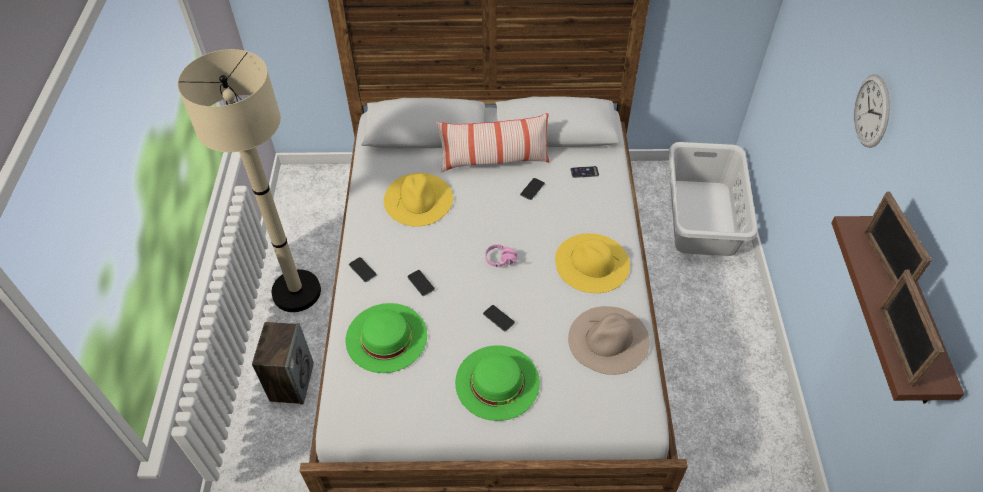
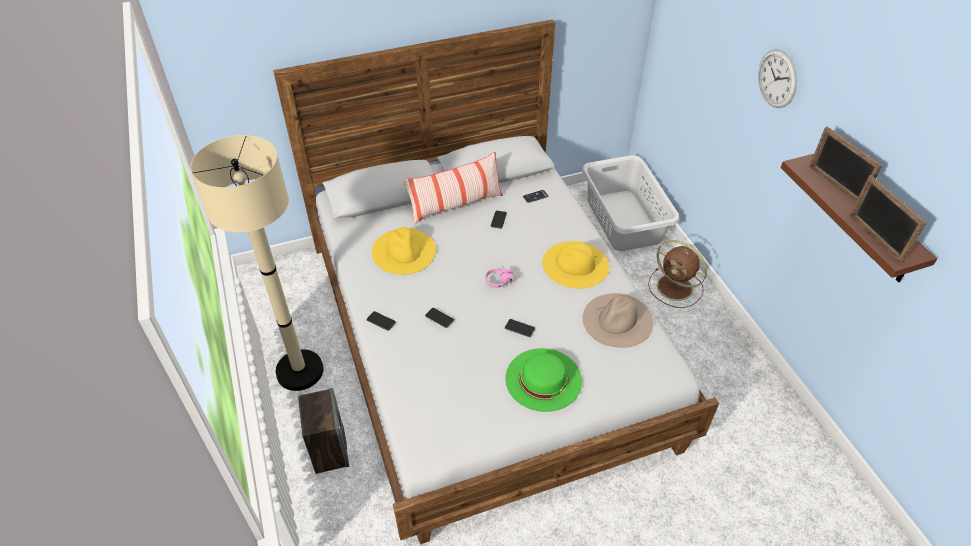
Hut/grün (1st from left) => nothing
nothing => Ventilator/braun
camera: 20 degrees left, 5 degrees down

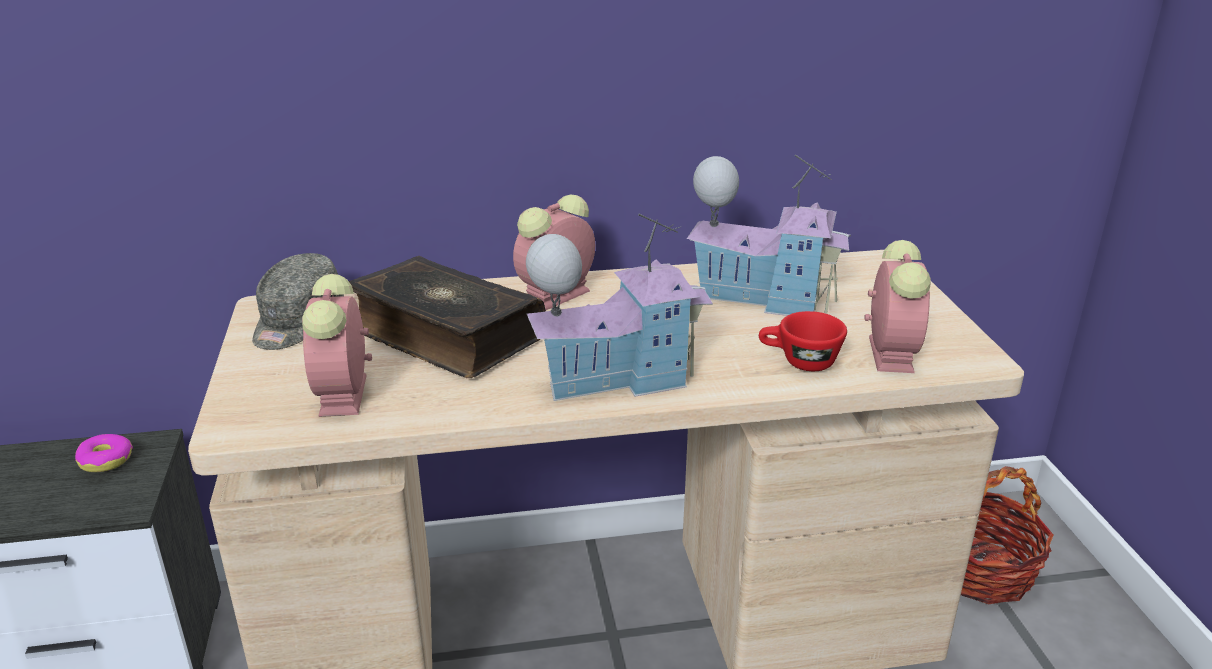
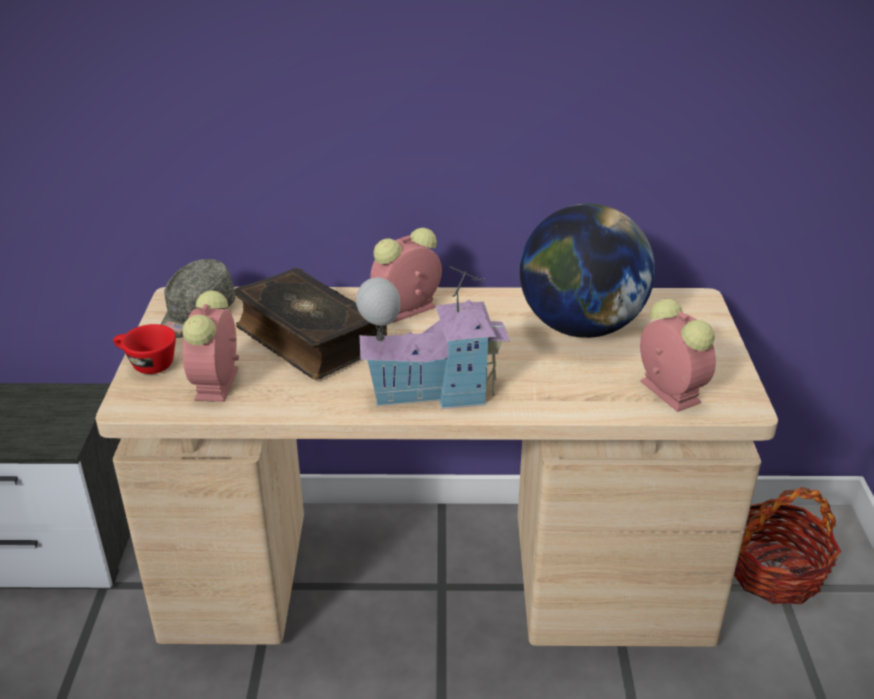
Spielzeughaus (2nd from left) => Globus
Wecker (3rd from left), 45 degrees counterclockwise
Tasse/rot, moved
Donut => nothing
camera: 10 degrees right, 5 degrees up

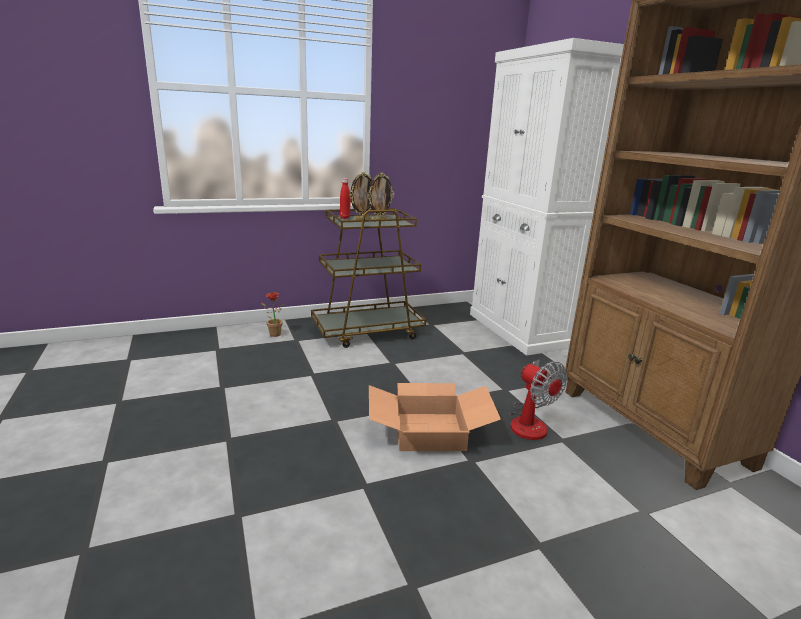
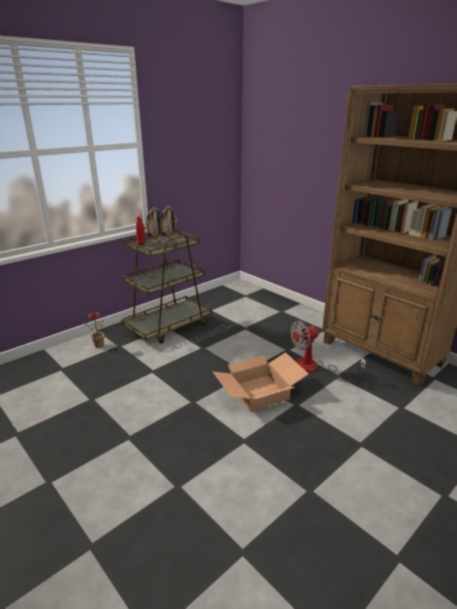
Schrank/weiß => nothing
Ventilator, 120 degrees clockwise
camera: 20 degrees left, 5 degrees up

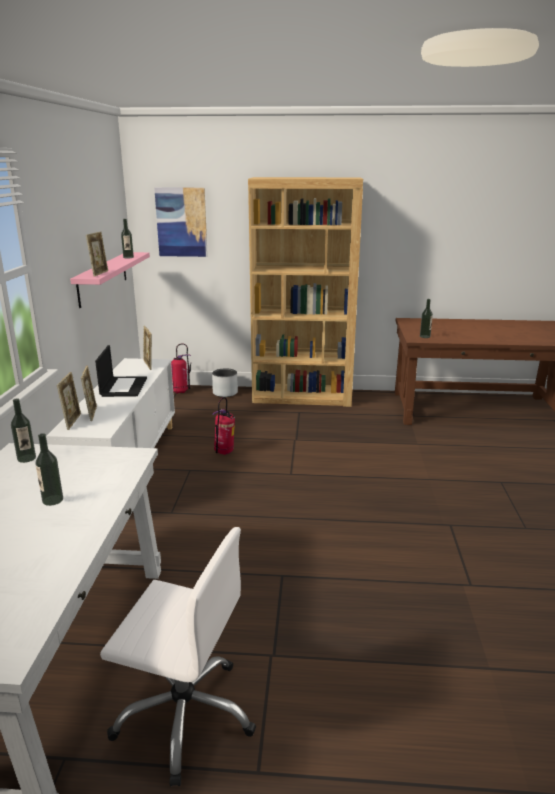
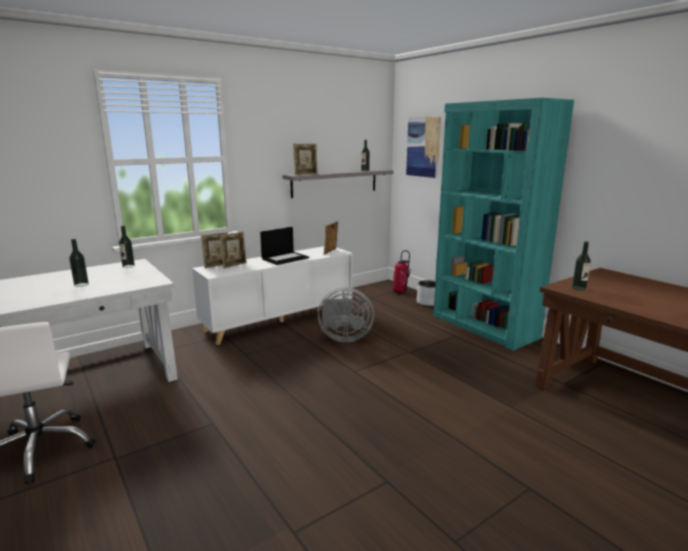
Bücherregal/braun => Bücherregal/türkis
Wandregal/rosa => Wandregal/grau
Feuerlöscher (2nd from left) => Ventilator/grau
camera: 50 degrees right, 5 degrees down

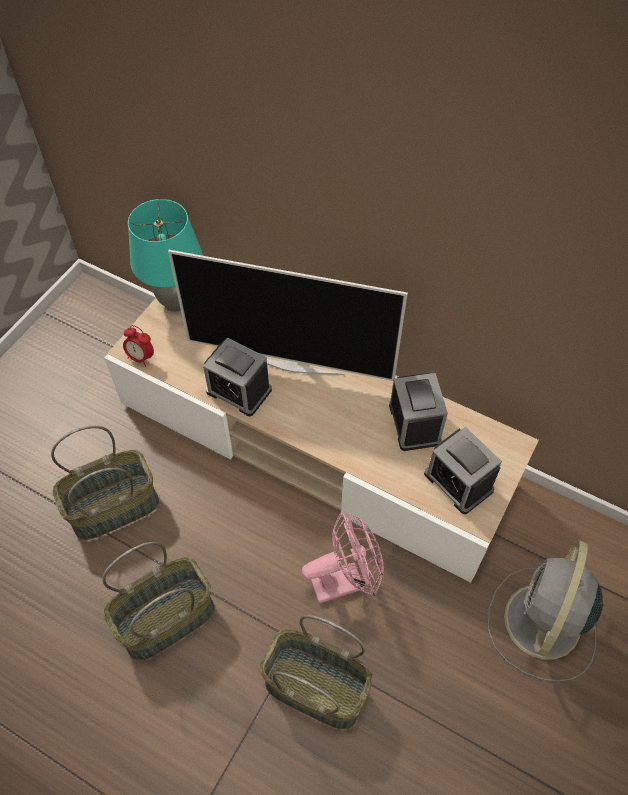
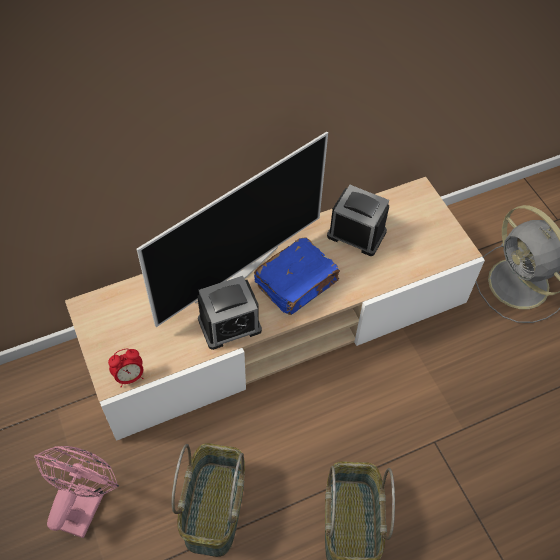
Tischlampe/türkis => nothing
Wecker (4th from left) => nothing
Ventilator/rosa, moved
Korb (3rd from left) => nothing
nothing => Buch/blau
camera: 55 degrees left, 0 degrees up

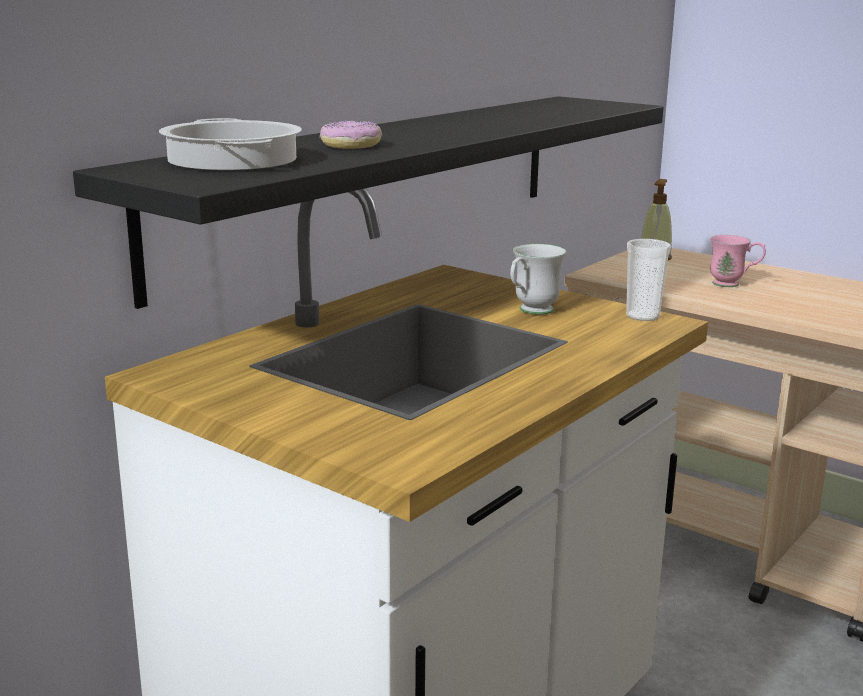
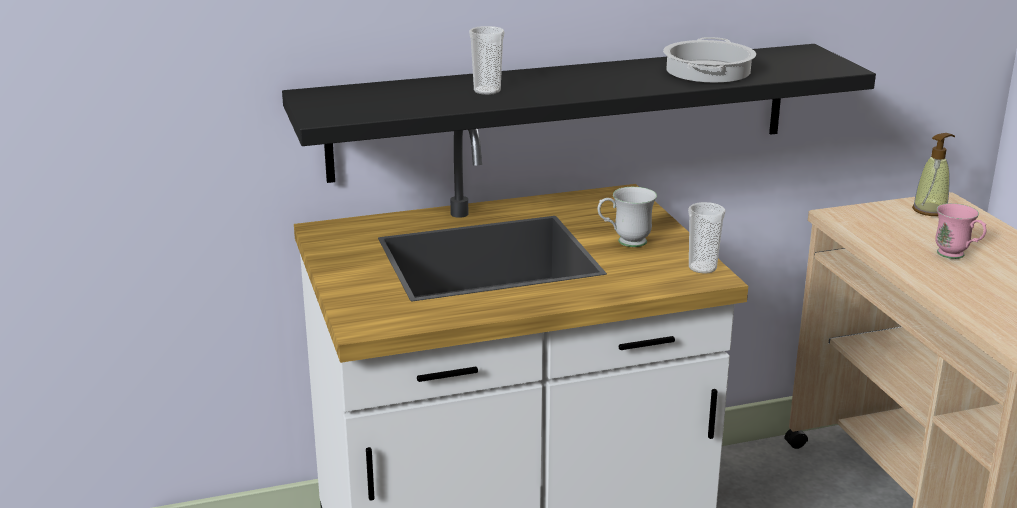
Kochtopf, moved
Donut => Tasse (1st from left)
camera: 35 degrees right, 5 degrees up

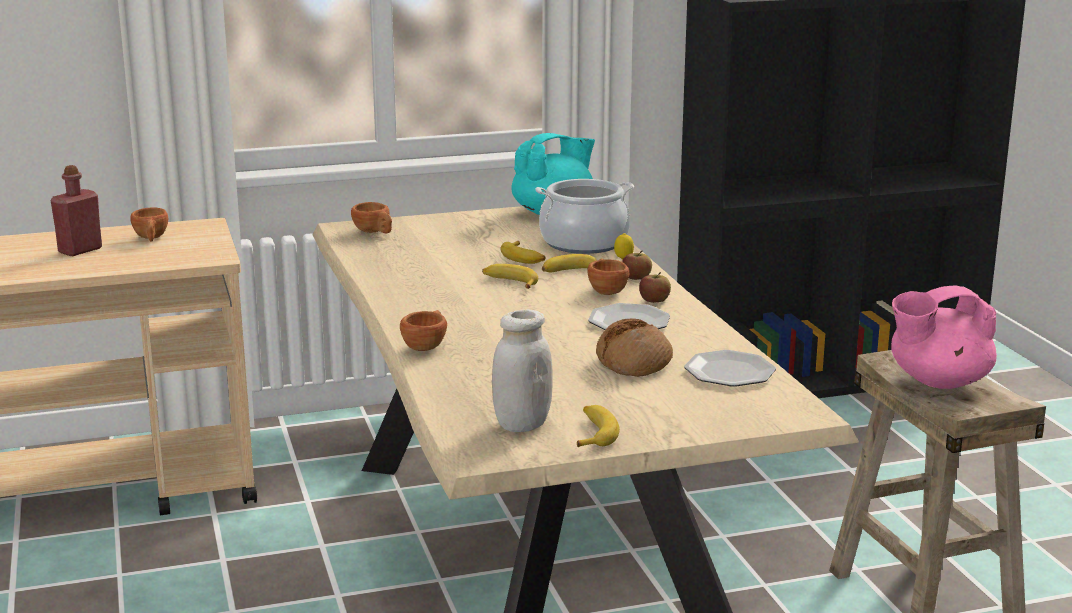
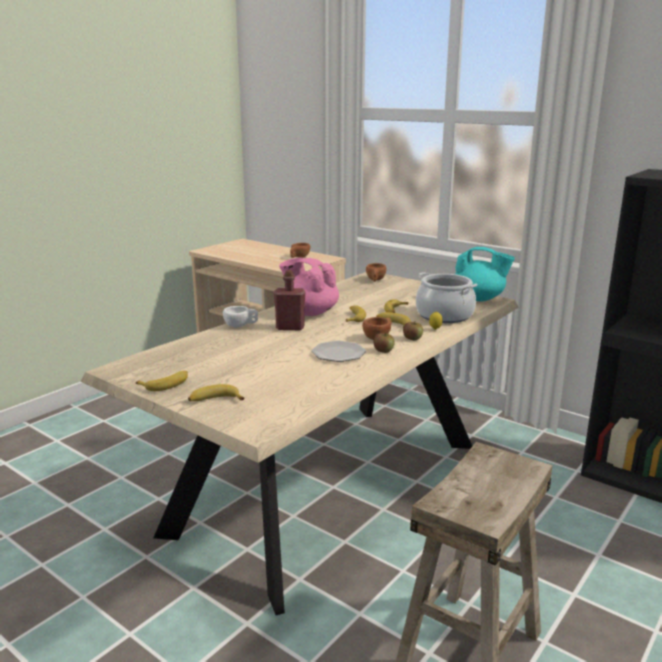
Flasche/rot, moved
Teekanne/rosa, moved
Tasse/braun (3rd from left) => Tasse/weiß
Vorratsglas/weiß => nothing
Brot => nothing
Teller (2nd from left) => nothing
nothing => Banane (2nd from left)
camera: 55 degrees right, 0 degrees up

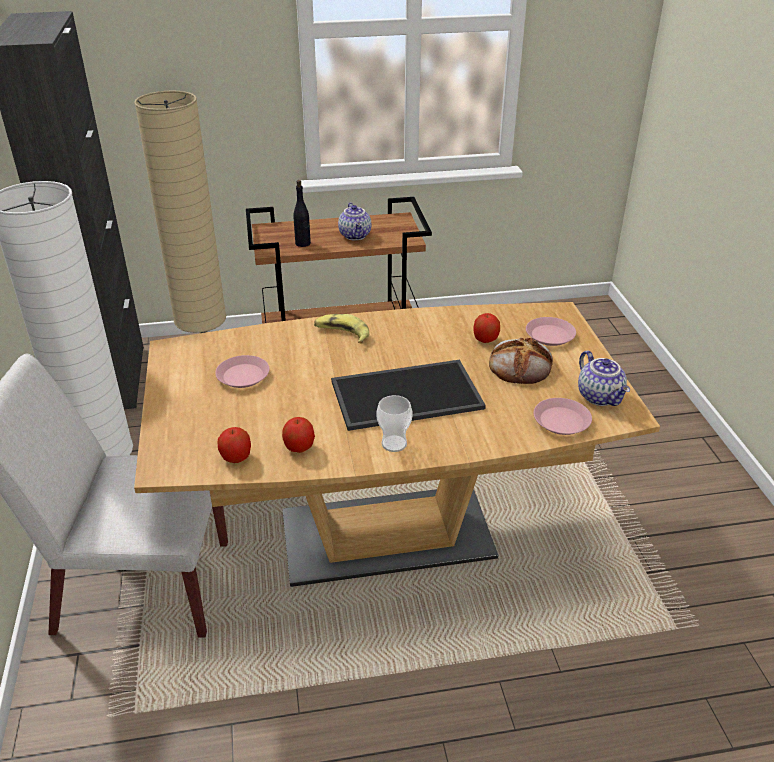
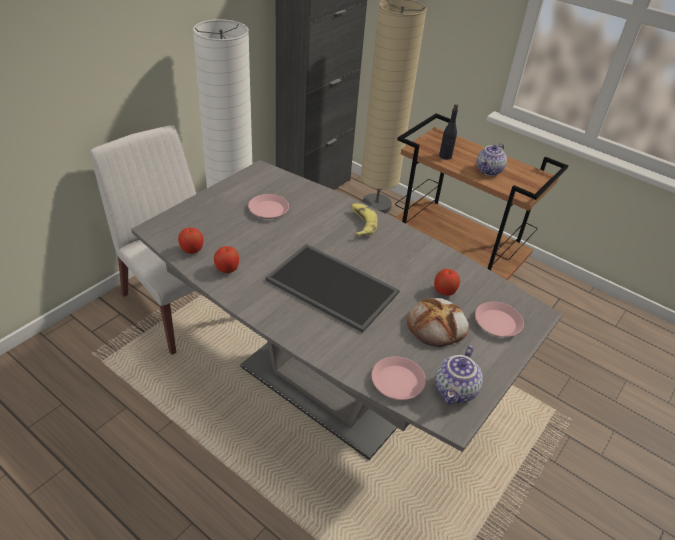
Esstisch/braun => Esstisch/grau
Tasse => nothing
camera: 45 degrees right, 5 degrees up

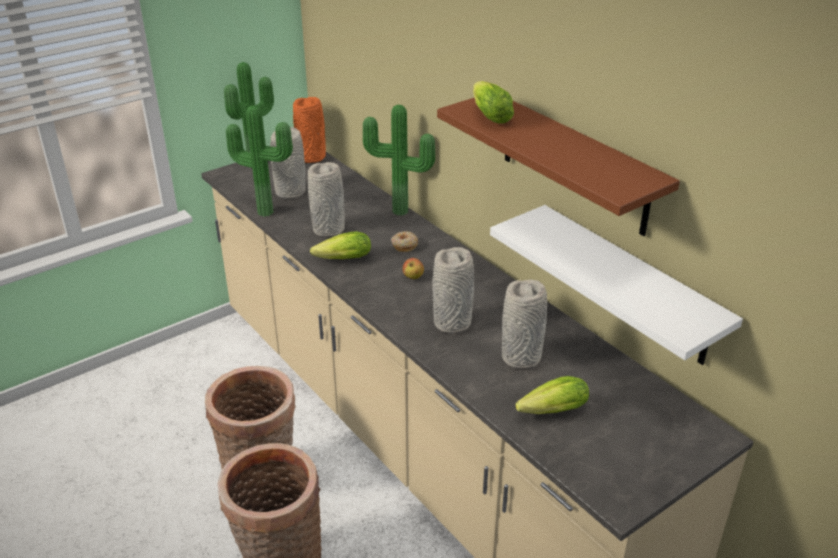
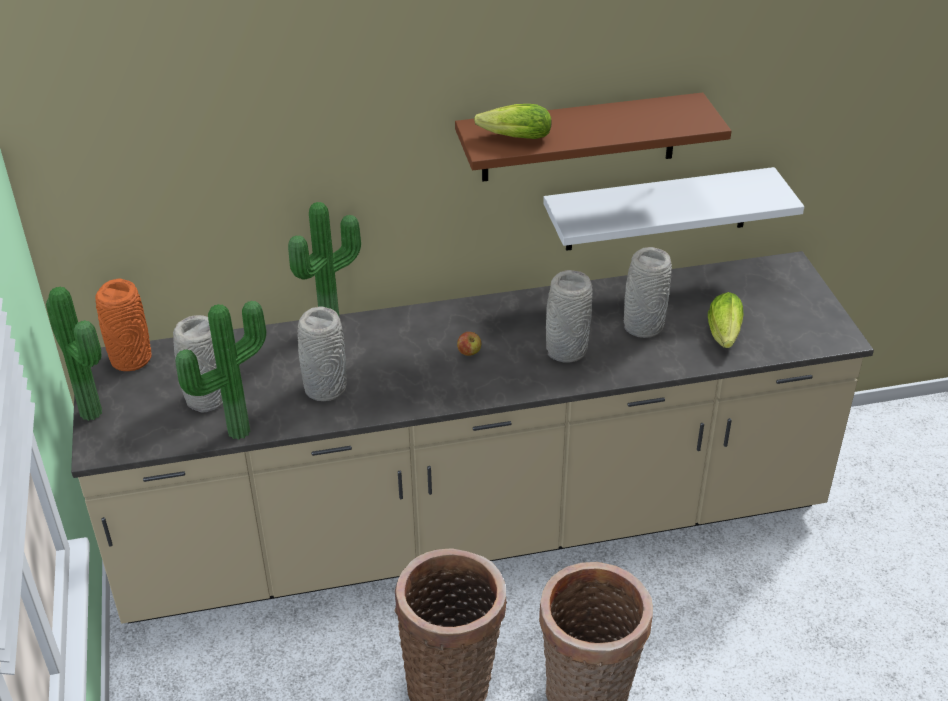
Salatkopf (1st from left) => nothing
Donut => nothing
camera: 65 degrees left, 5 degrees up

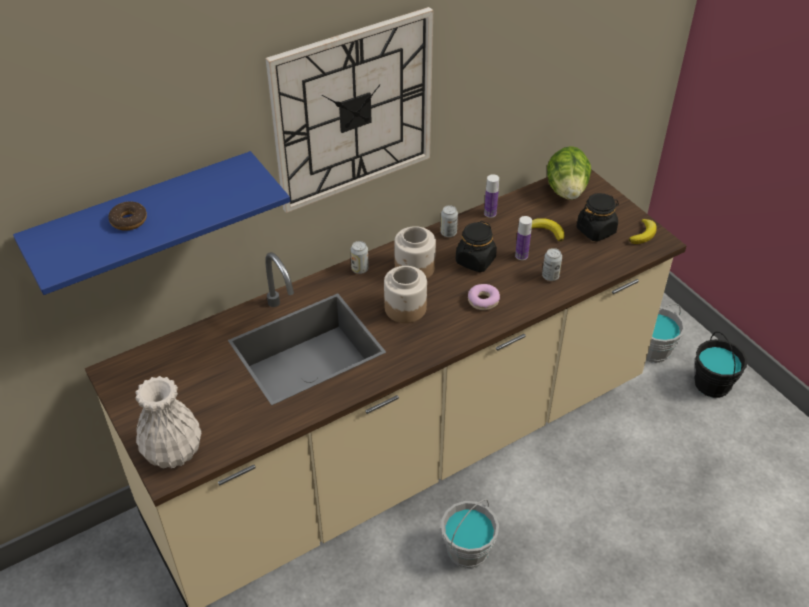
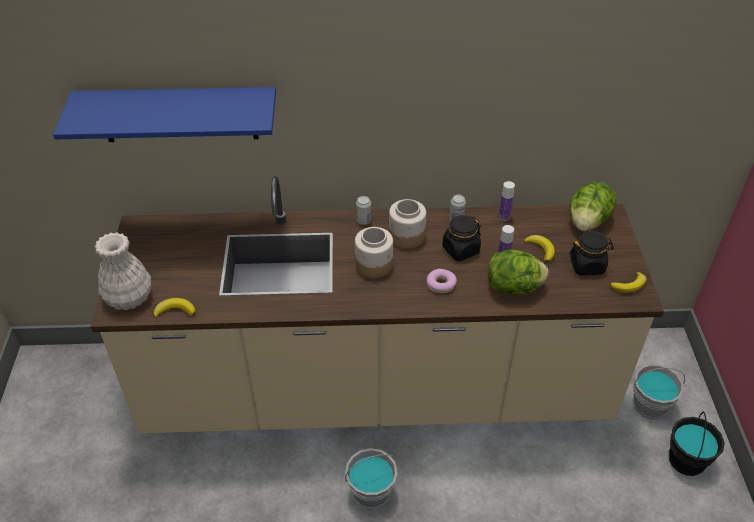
Wanduhr => nothing
Donut (1st from left) => nothing
Dose (3rd from left) => Salatkopf (1st from left)
nothing => Banane (1st from left)
camera: 30 degrees right, 0 degrees up

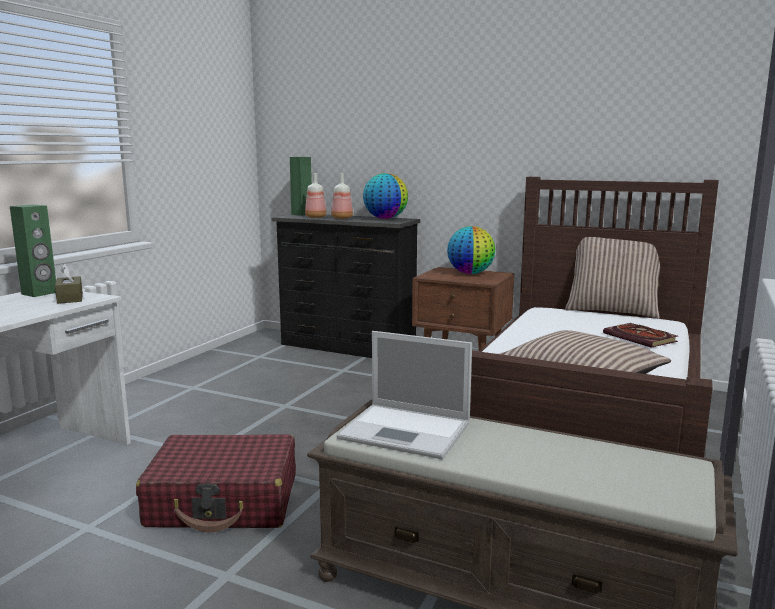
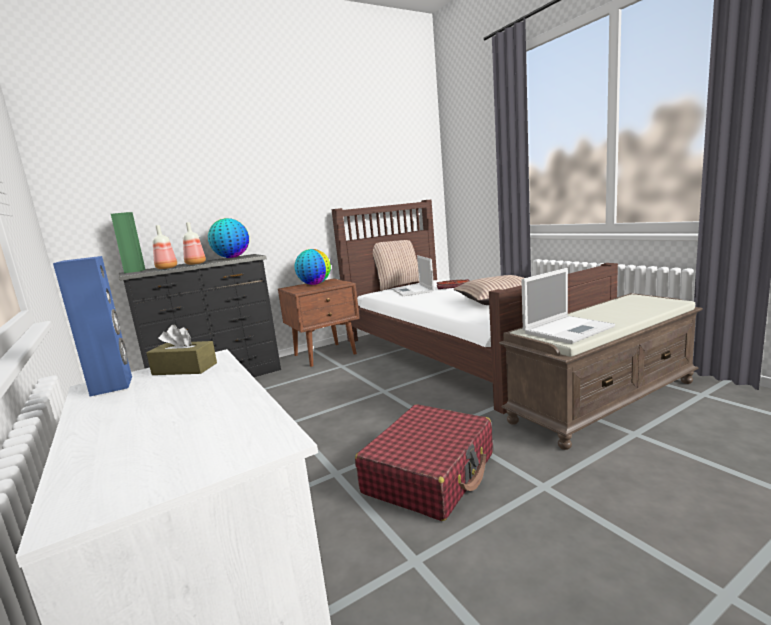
Lautsprecher/grün (1st from left) => Lautsprecher/blau
nothing => Laptop (1st from left)
camera: 55 degrees left, 0 degrees up

